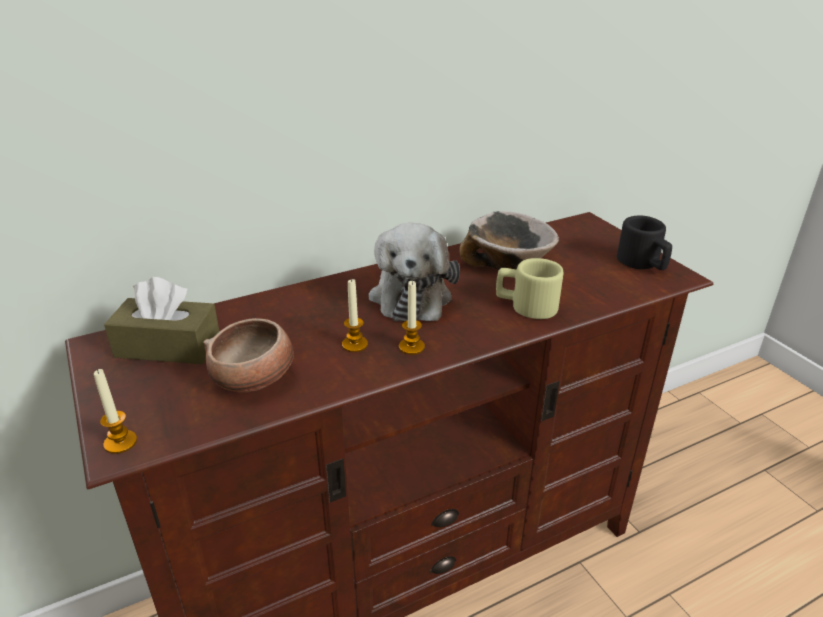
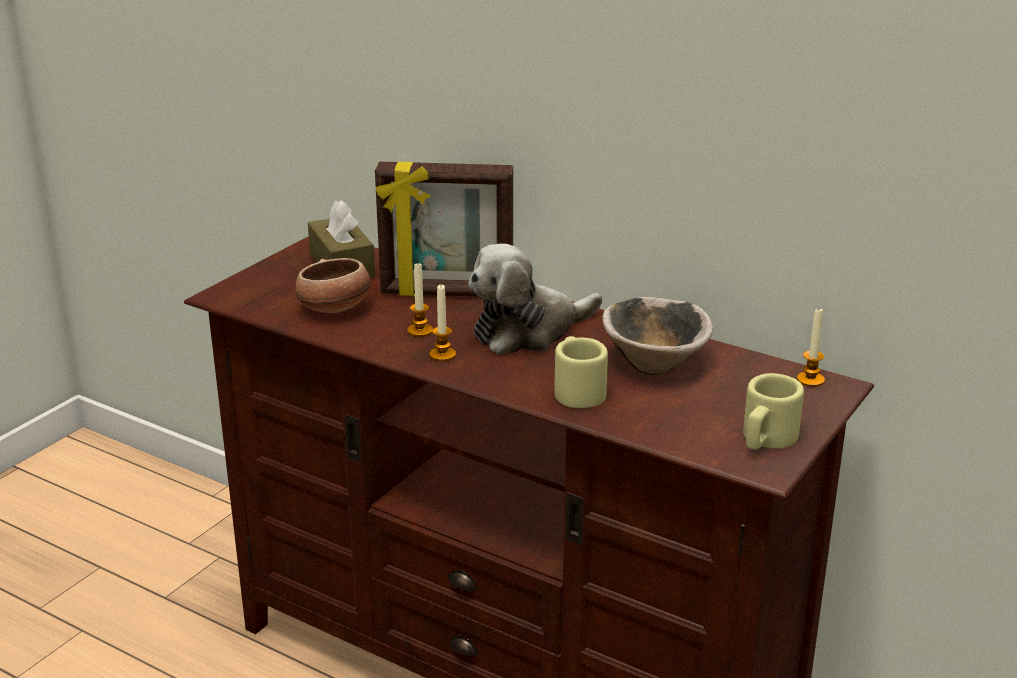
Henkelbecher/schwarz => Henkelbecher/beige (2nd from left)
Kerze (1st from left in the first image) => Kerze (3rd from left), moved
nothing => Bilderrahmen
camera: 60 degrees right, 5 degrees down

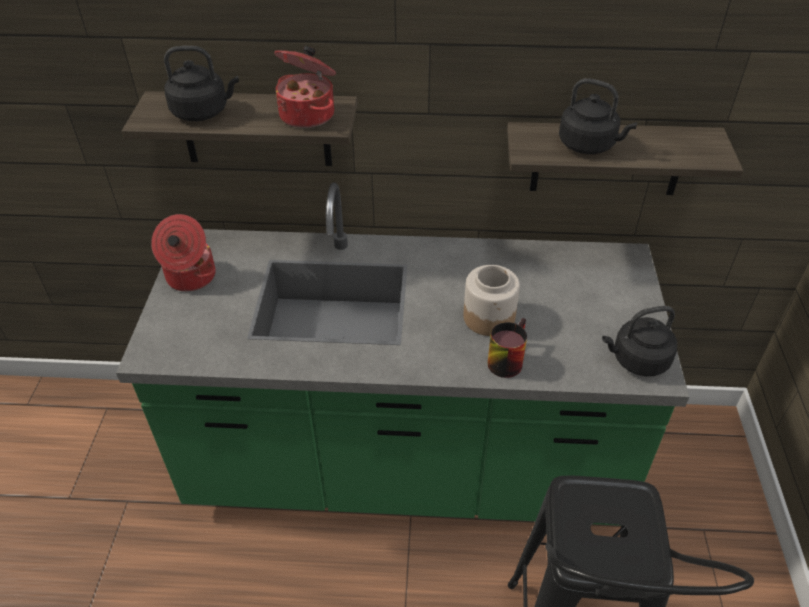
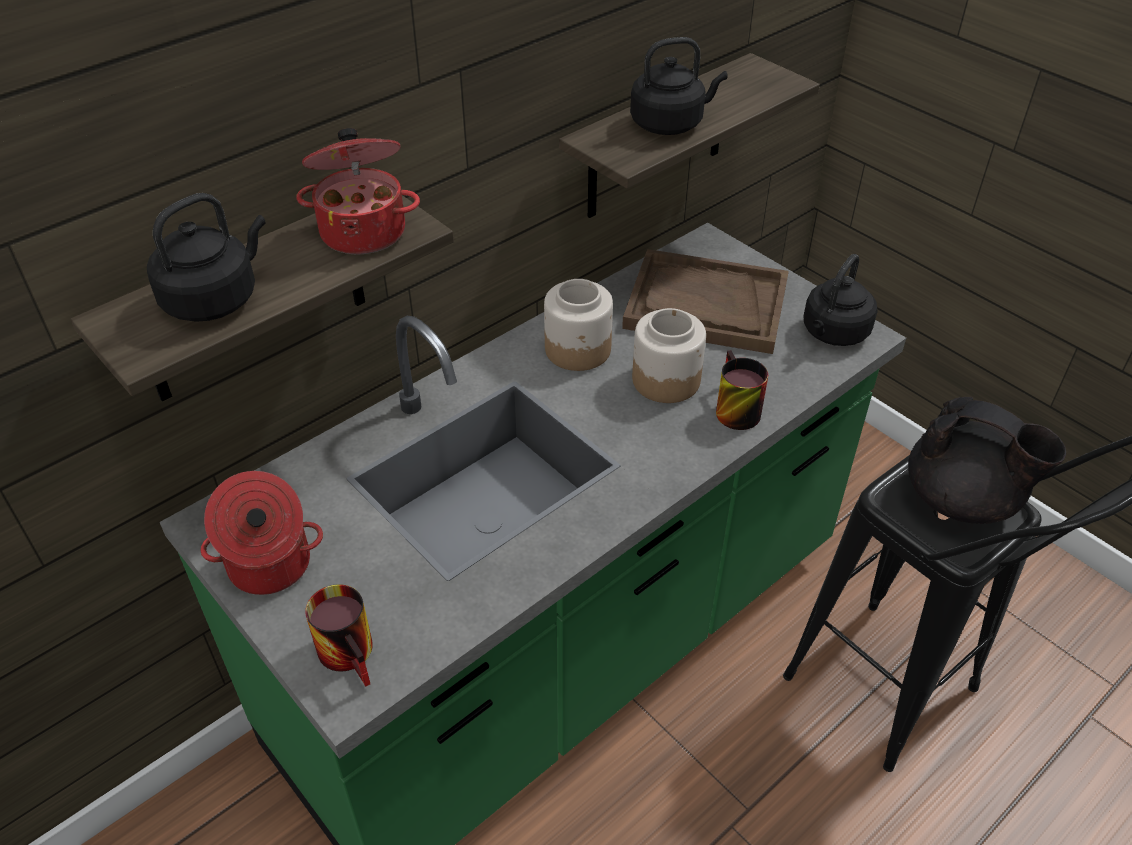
nothing => Tablett/braun
nothing => Vorratsglas (1st from left)
nothing => Teekanne/schwarz
nothing => Henkelbecher (1st from left)
camera: 45 degrees left, 0 degrees up

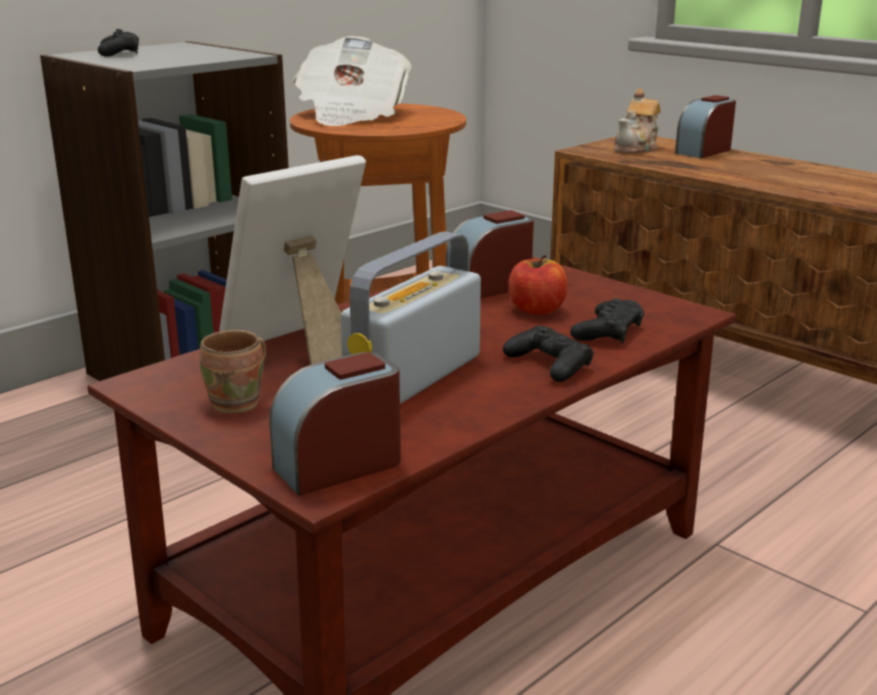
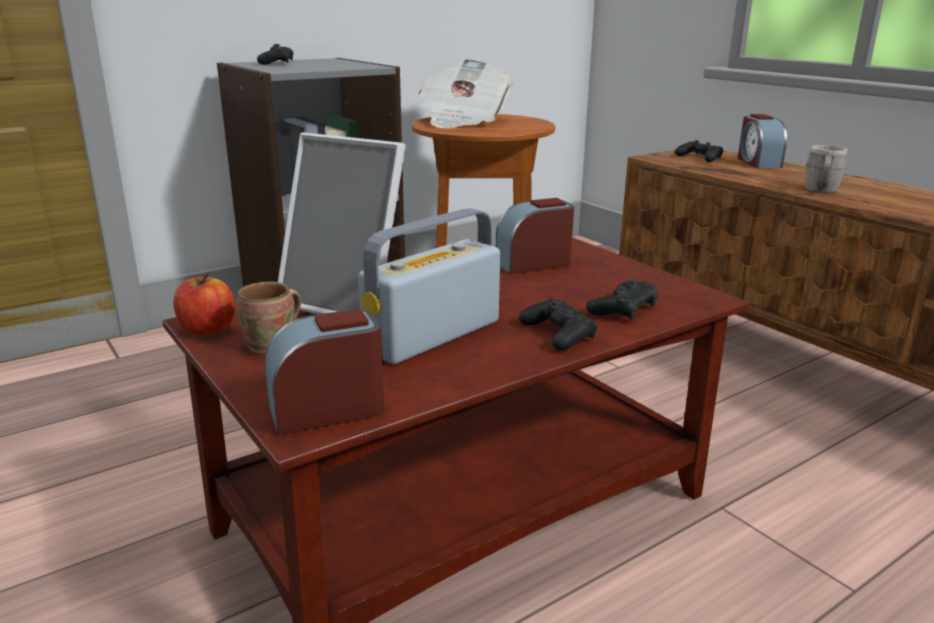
Teekanne => Gamepad/schwarz (4th from left)
Wecker (3rd from left), 60 degrees counterclockwise
Bilderrahmen, 120 degrees counterclockwise
Apfel, moved
nothing => Henkelbecher/grau
camera: 10 degrees right, 0 degrees up

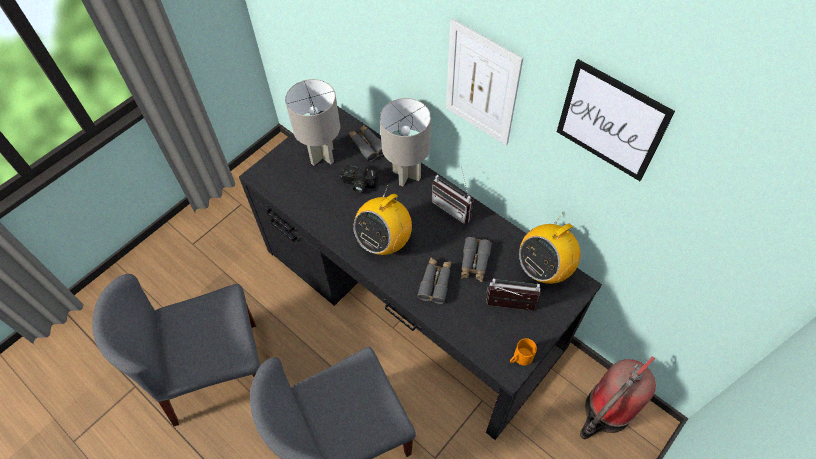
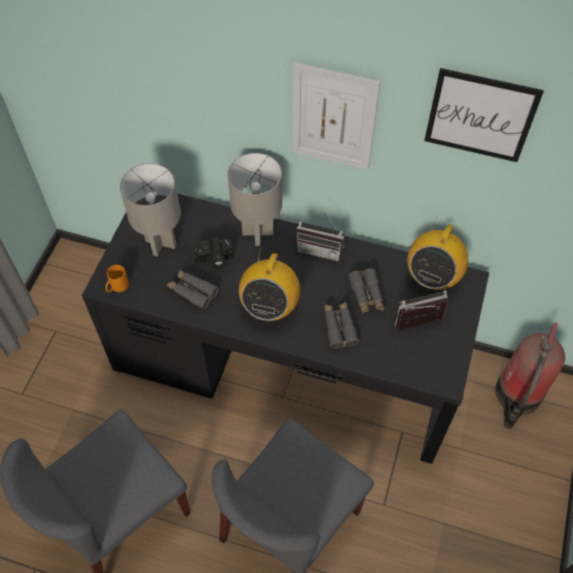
Fernglas/grau (1st from left), moved
Henkelbecher/orange, moved
camera: 25 degrees left, 0 degrees up

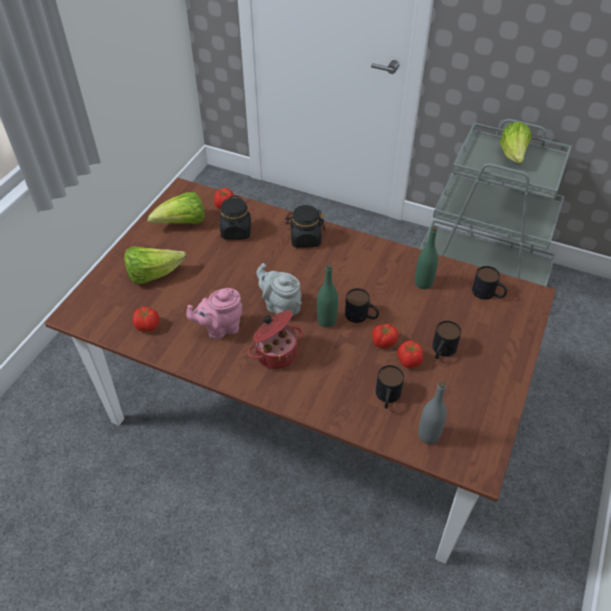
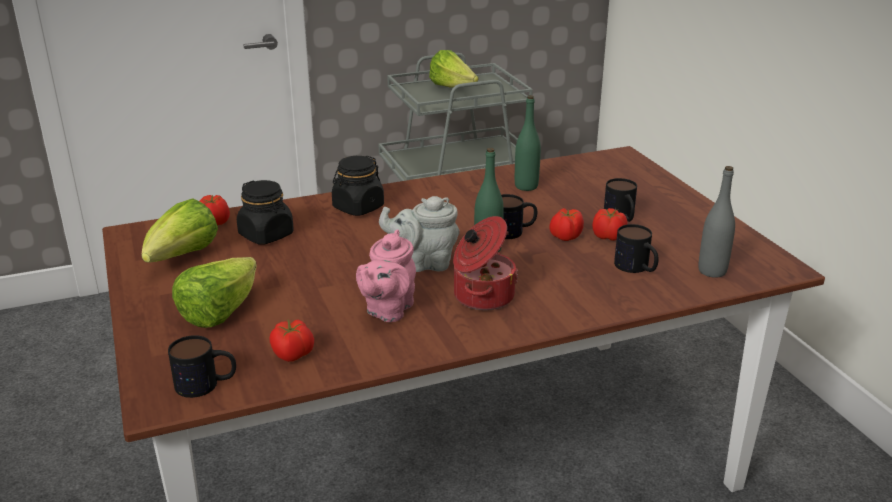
Henkelbecher (4th from left in the first image) => Henkelbecher (1st from left), moved
camera: 45 degrees left, 20 degrees down

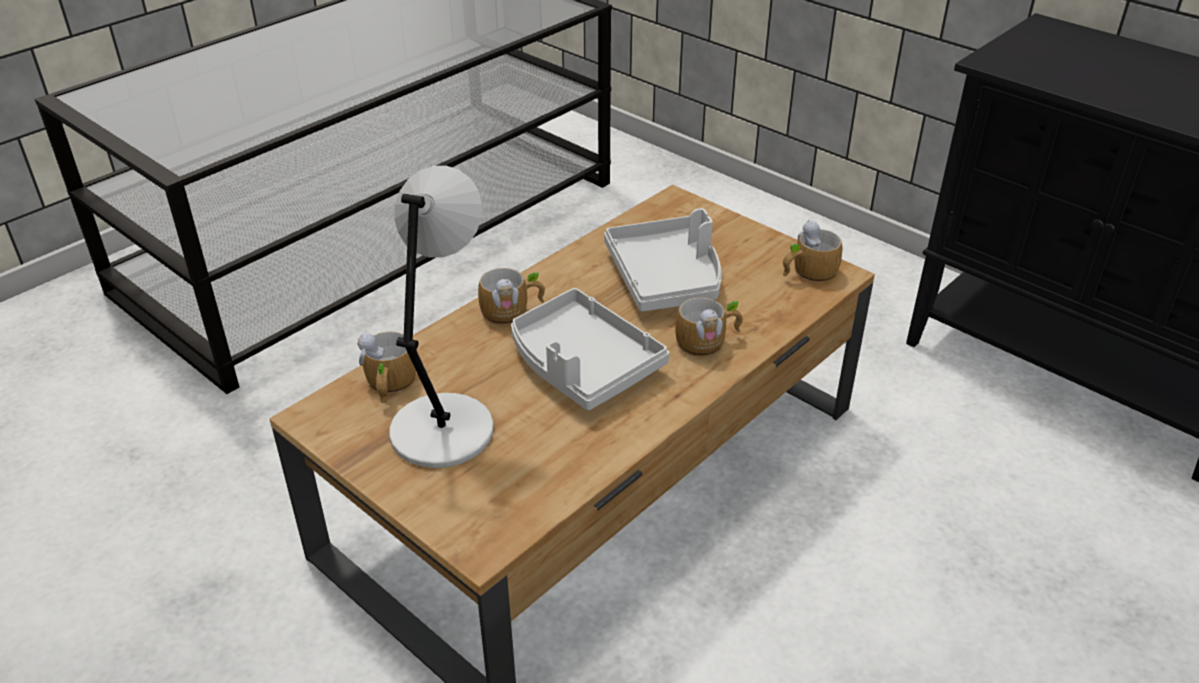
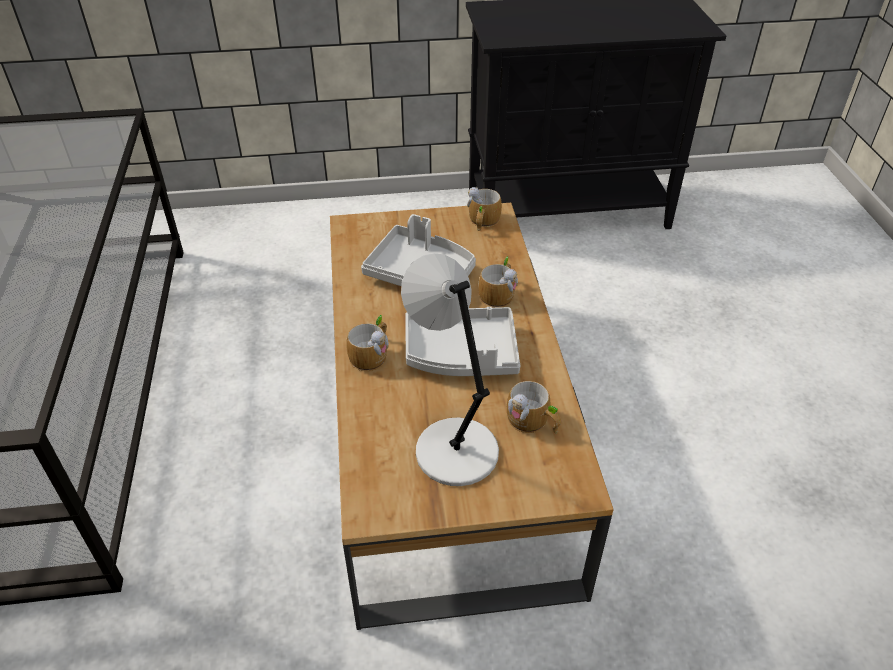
Henkelbecher (1st from left in the first image) => Henkelbecher (4th from left), moved
camera: 50 degrees left, 5 degrees up

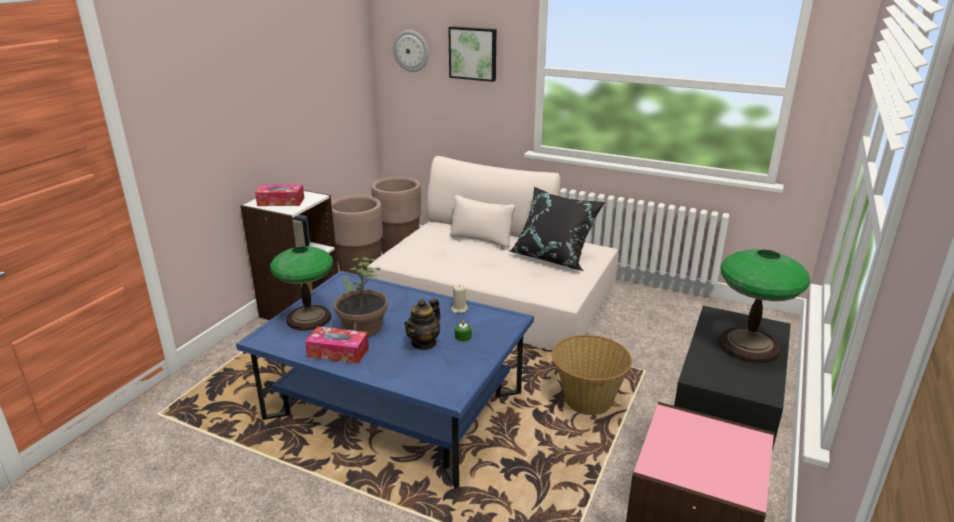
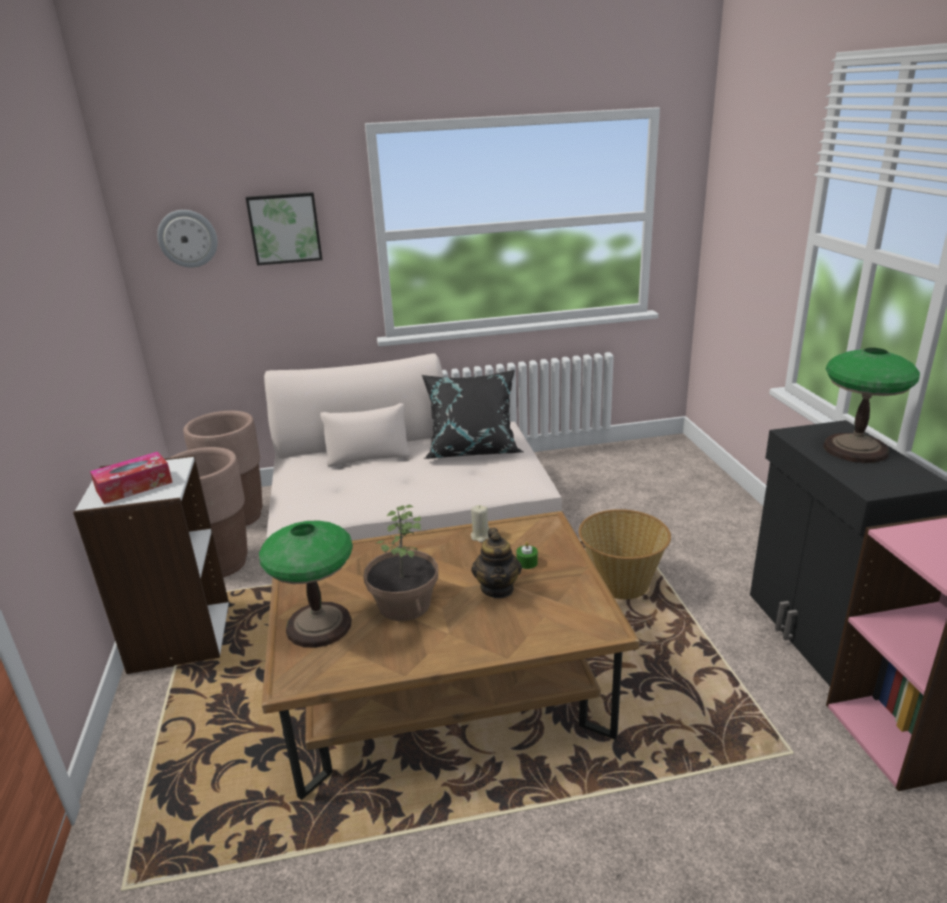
Couchtisch/blau => Couchtisch/braun
Taschentuchbox (2nd from left) => nothing
camera: 35 degrees left, 0 degrees up

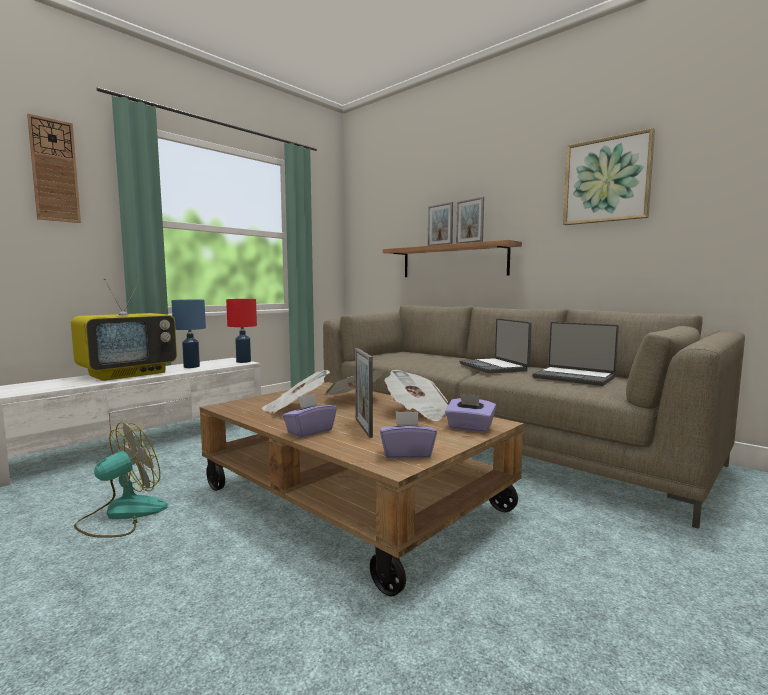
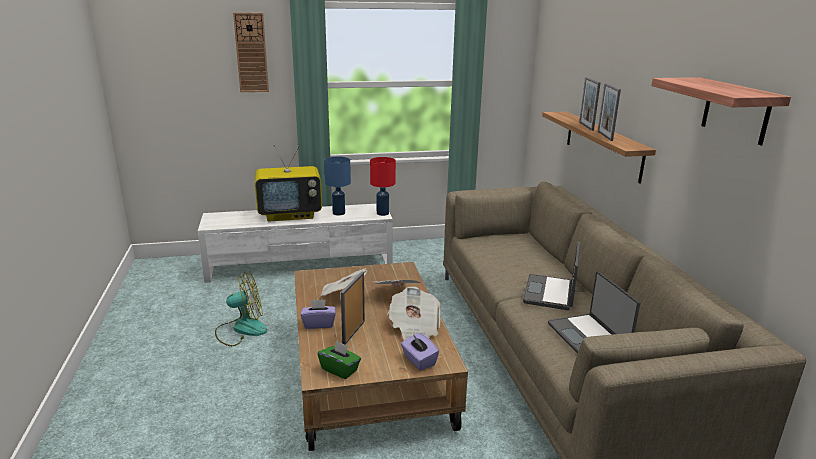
Bild => Wandregal (2nd from left)
Taschentuchbox/lila (2nd from left) => Taschentuchbox/grün
camera: 35 degrees right, 15 degrees up

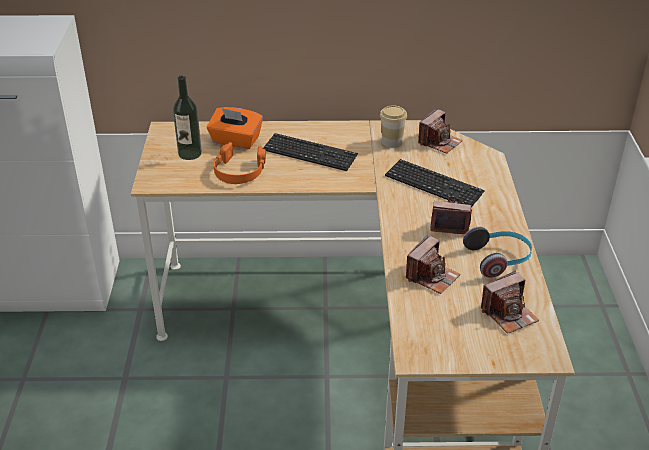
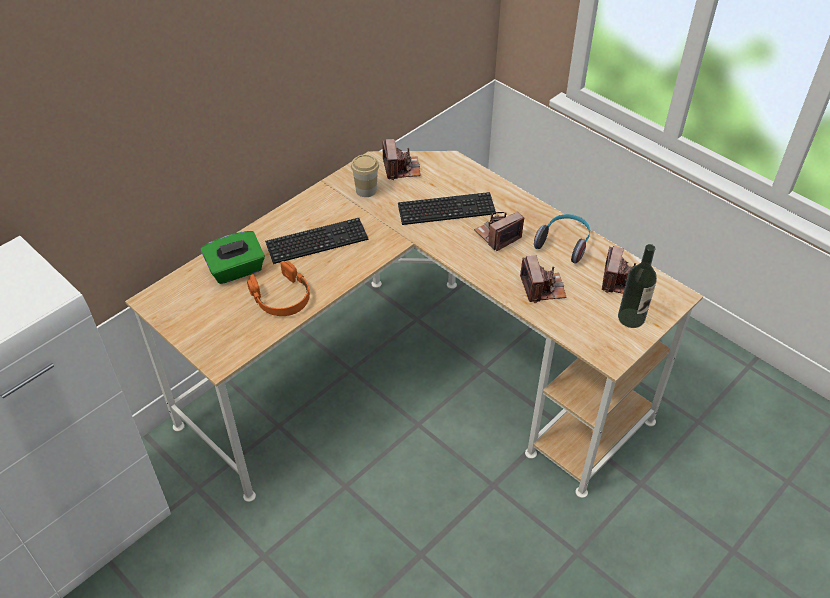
Flasche, moved
Taschentuchbox/orange => Taschentuchbox/grün
camera: 45 degrees left, 10 degrees up

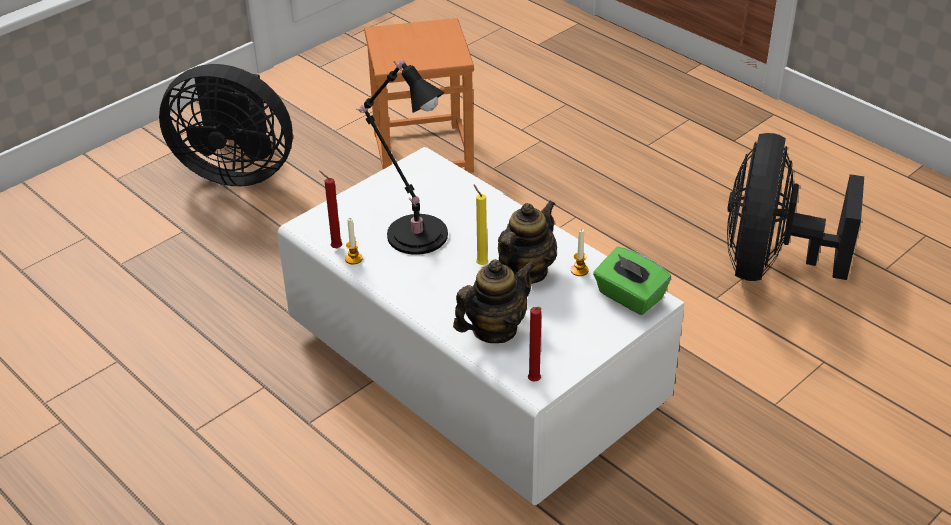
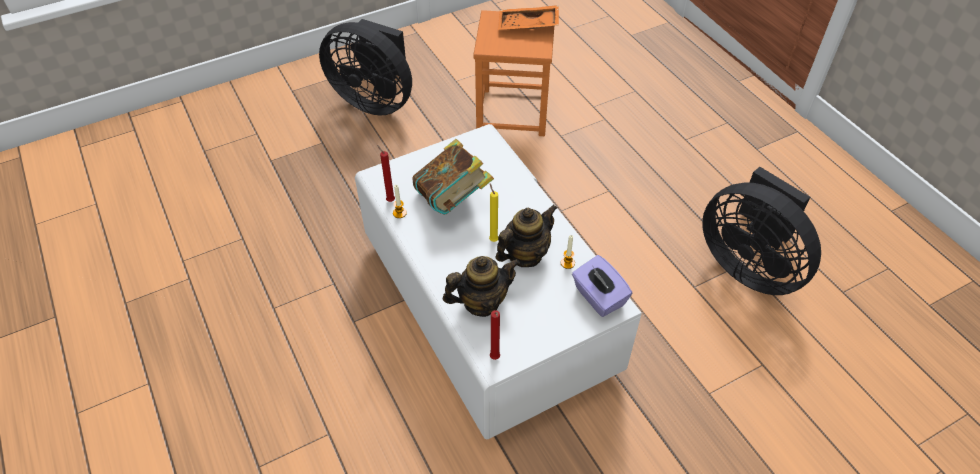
Tischlampe/schwarz => Buch
Ventilator/schwarz (2nd from left), 75 degrees counterclockwise
Taschentuchbox/grün => Taschentuchbox/lila
nothing => Tablett/orange
camera: 15 degrees right, 10 degrees up

